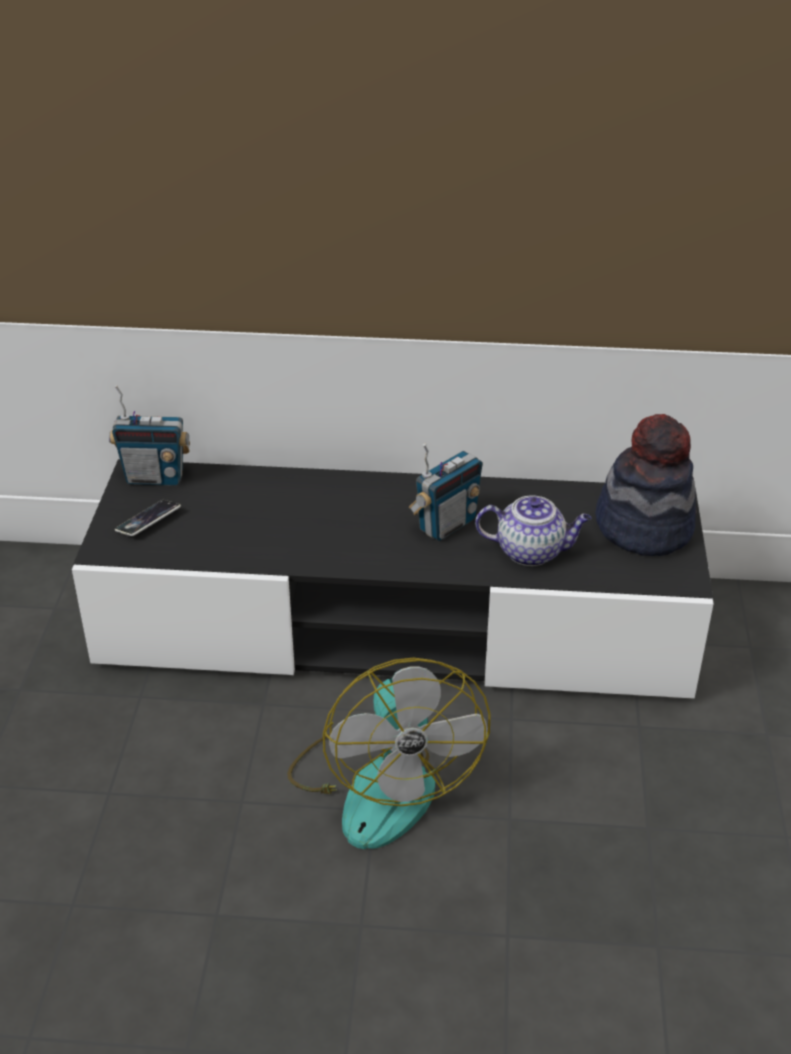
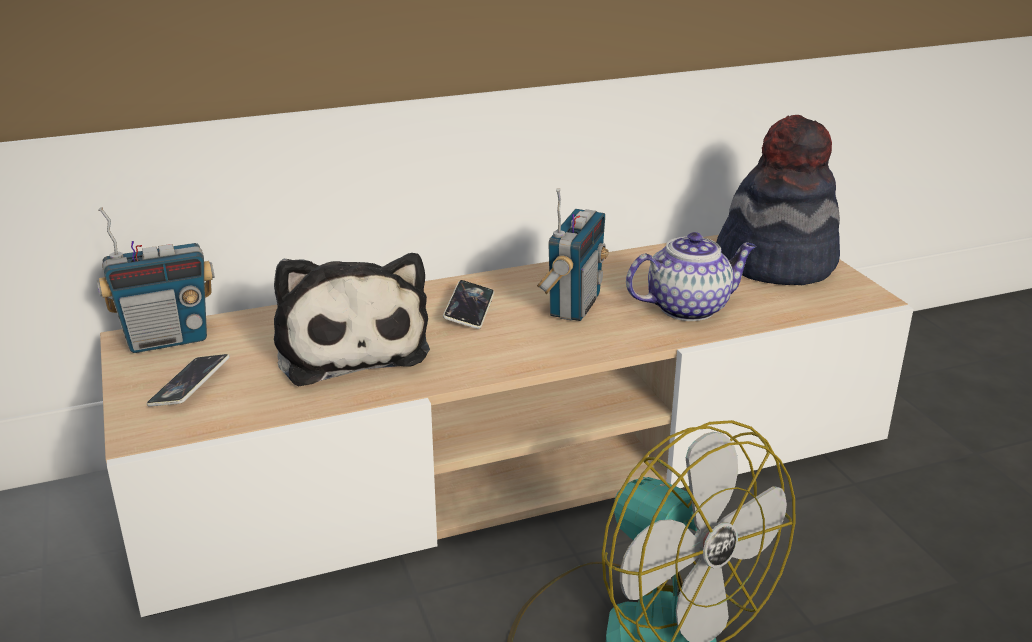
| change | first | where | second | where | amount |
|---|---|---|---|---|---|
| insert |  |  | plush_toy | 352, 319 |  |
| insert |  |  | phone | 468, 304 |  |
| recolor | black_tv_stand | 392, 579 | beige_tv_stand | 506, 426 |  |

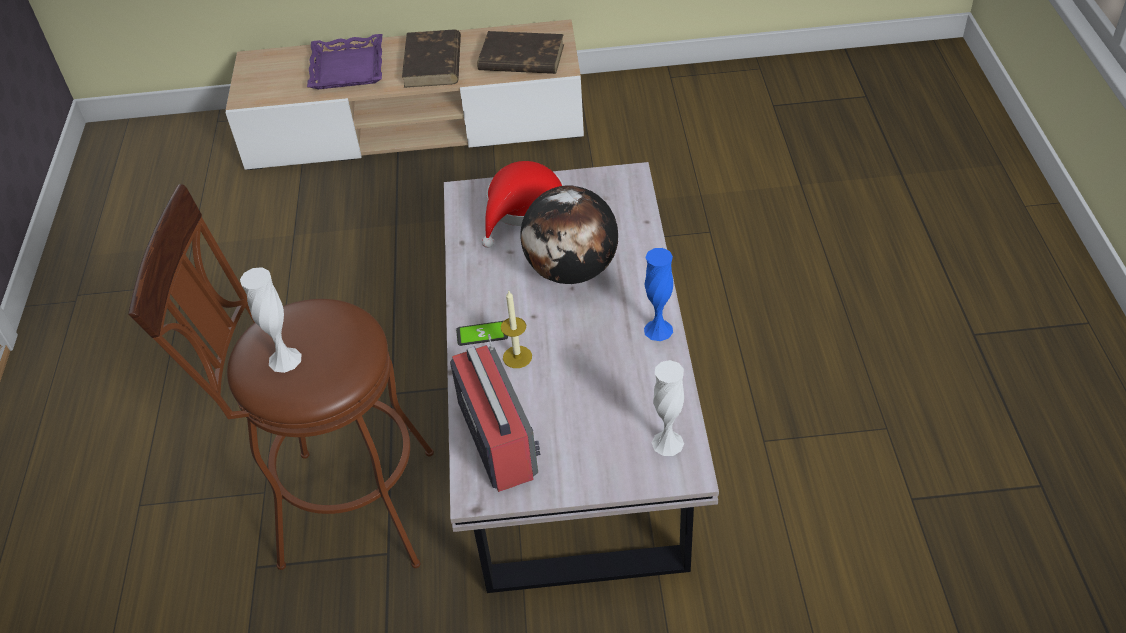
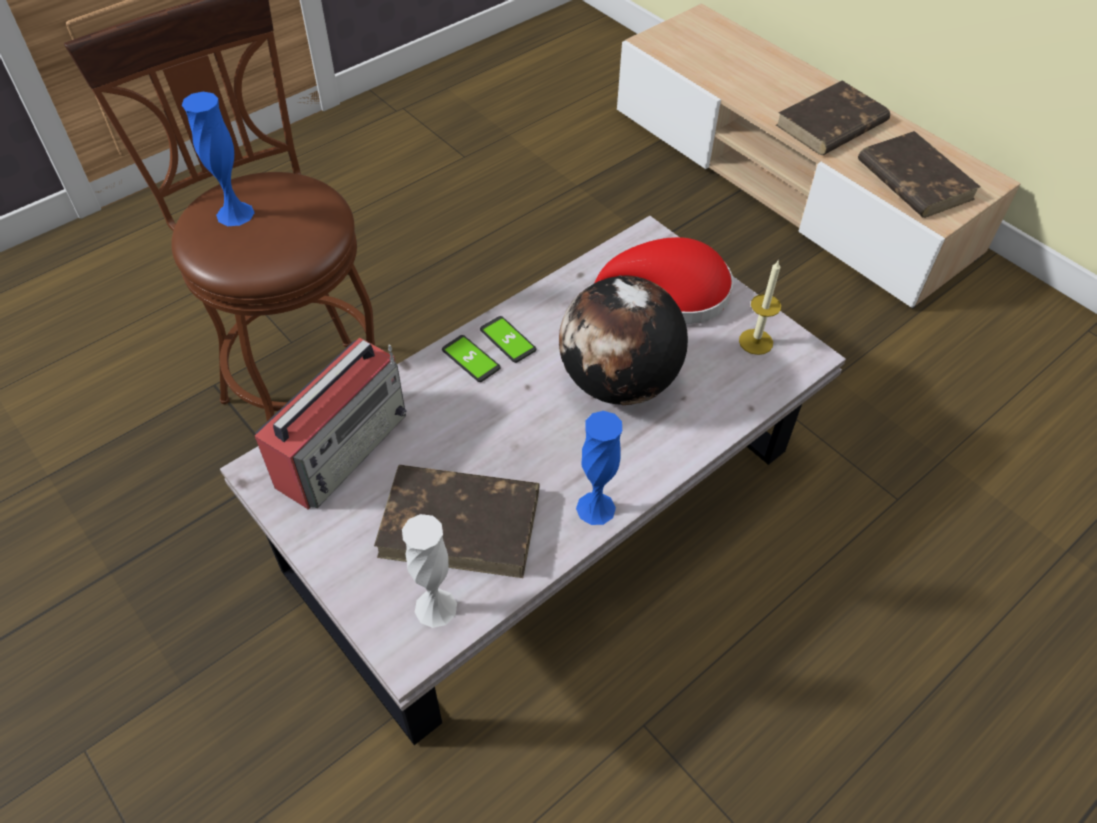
| change | first | where | second | where | amount |
|---|---|---|---|---|---|
| delete | purple_tray | 344, 61 |  |  |  |
| insert |  |  | brown_book | 456, 521 |  |
| insert |  |  | phone | 508, 339 |  |
| move | candle | 516, 329 |  | 760, 308 |  |
| recolor | white_vase | 270, 320 | blue_vase | 218, 159 |  |

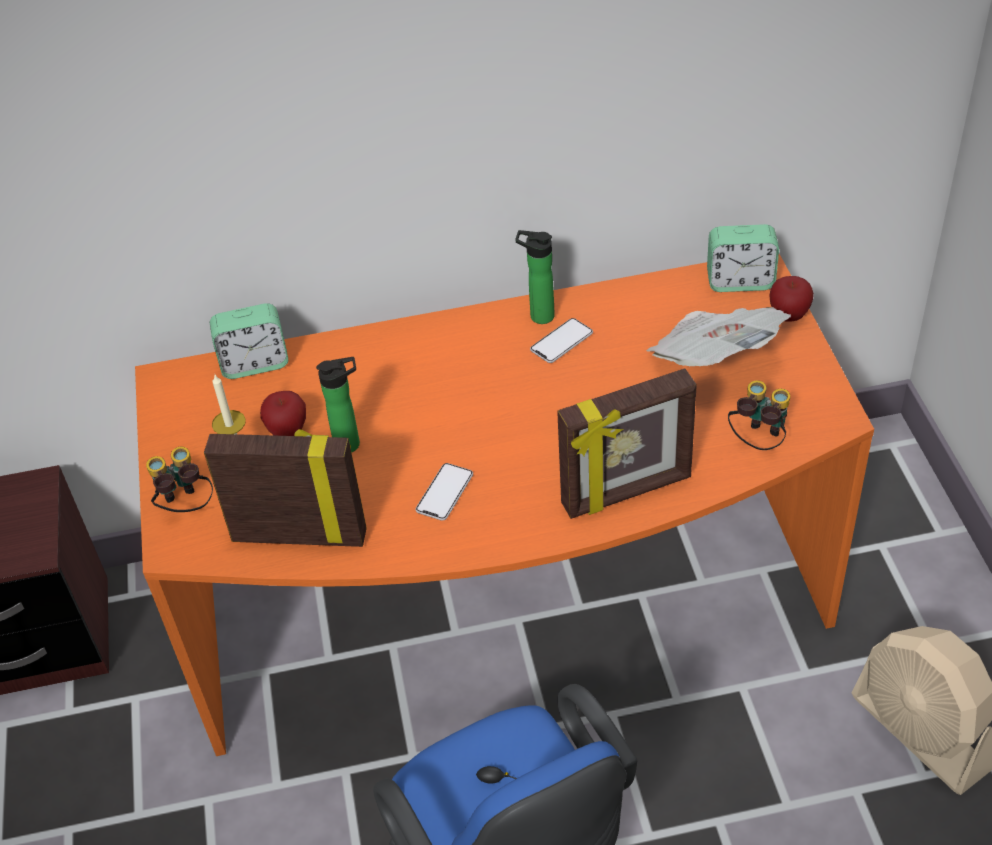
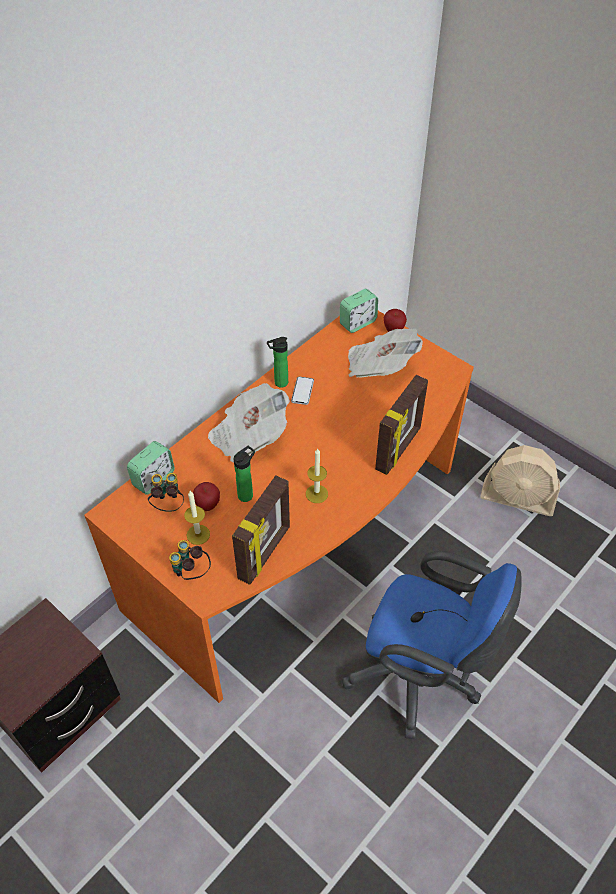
| change | first | where | second | where | amount |
|---|---|---|---|---|---|
| insert |  |  | newspaper | 249, 423 |  |
| move | binoculars | 759, 415 |  | 166, 492 |  |
| replace | phone | 444, 492 | candle | 317, 475 |  |
| rotate | picture_frame | 285, 488 |  | 261, 530 | 150 degrees clockwise |

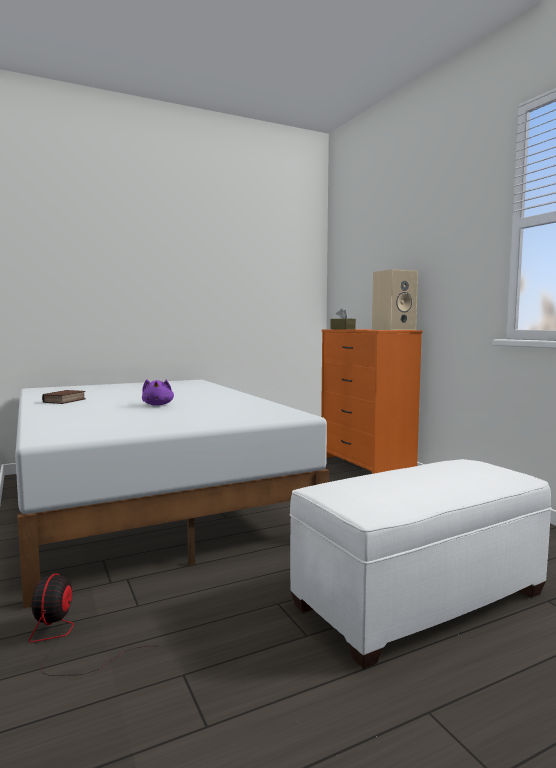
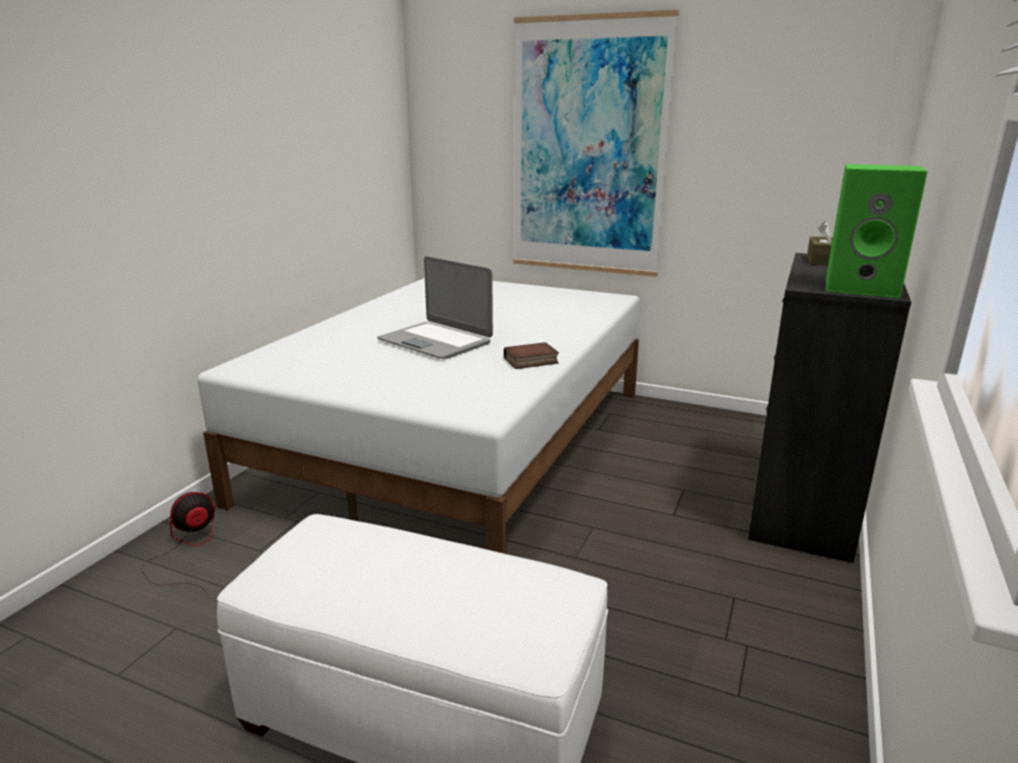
| change | first | where | second | where | amount |
|---|---|---|---|---|---|
| insert |  |  | picture | 596, 143 |  |
| move | book | 64, 397 |  | 531, 355 |  |
| replace | purple_plush_toy | 158, 392 | laptop | 435, 307 |  |
| recolor | orange_dresser | 372, 401 | black_dresser | 829, 408 |  |
| recolor | beige_speaker | 395, 299 | green_speaker | 877, 231 |  |

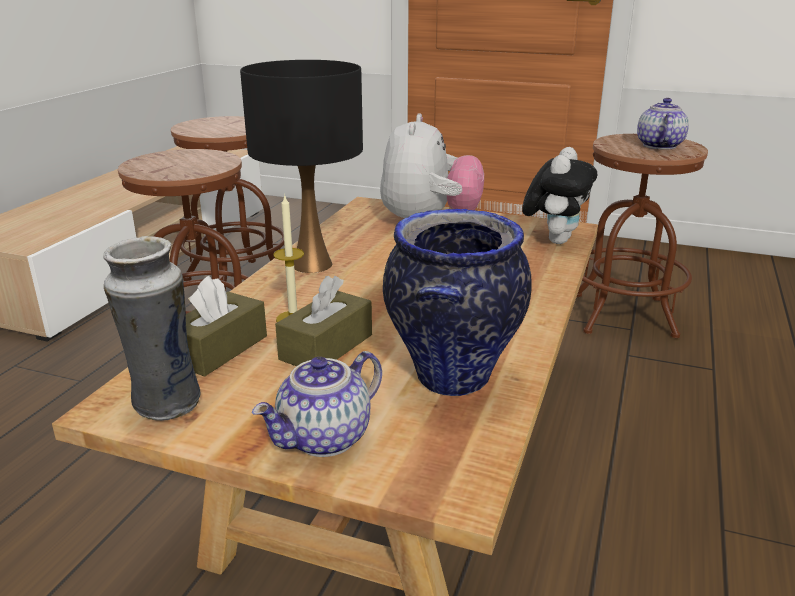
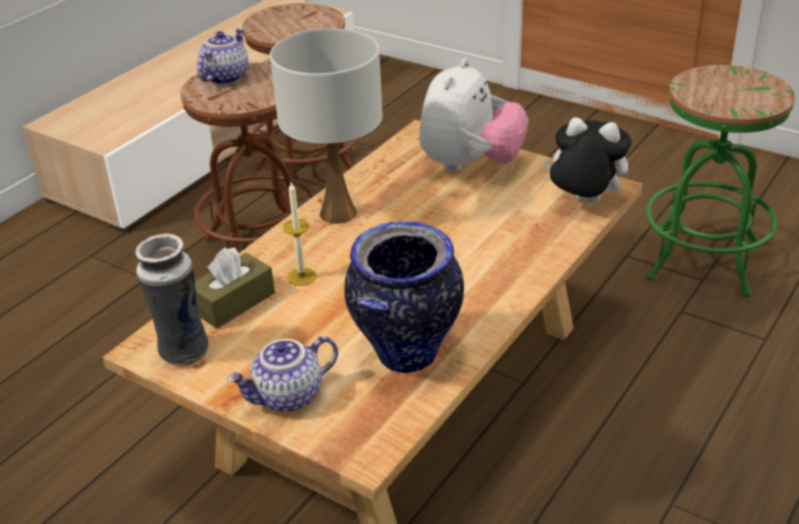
| change | first | where | second | where | amount |
|---|---|---|---|---|---|
| delete | brown_tissue_box | 323, 321 |  |  |  |
| move | teapot | 663, 124 |  | 222, 56 |  |
| recolor | black_table_lamp | 301, 166 | white_table_lamp | 326, 126 |  |
| recolor | brown_stool | 642, 236 | green_stool | 720, 181 |  |
| rotate | plush_toy | 559, 195 |  | 588, 160 | 105 degrees counterclockwise |

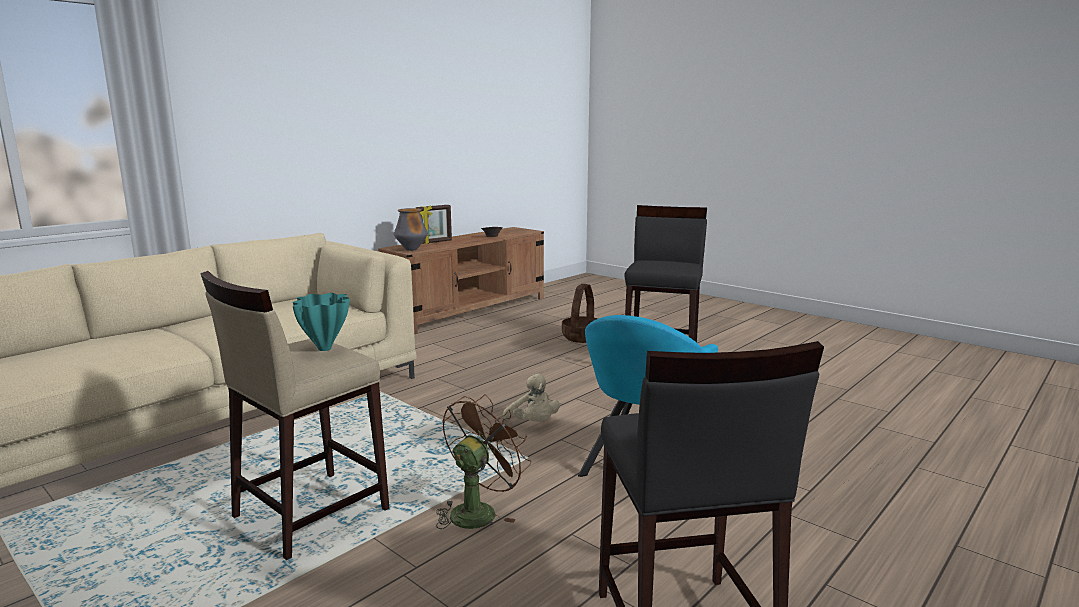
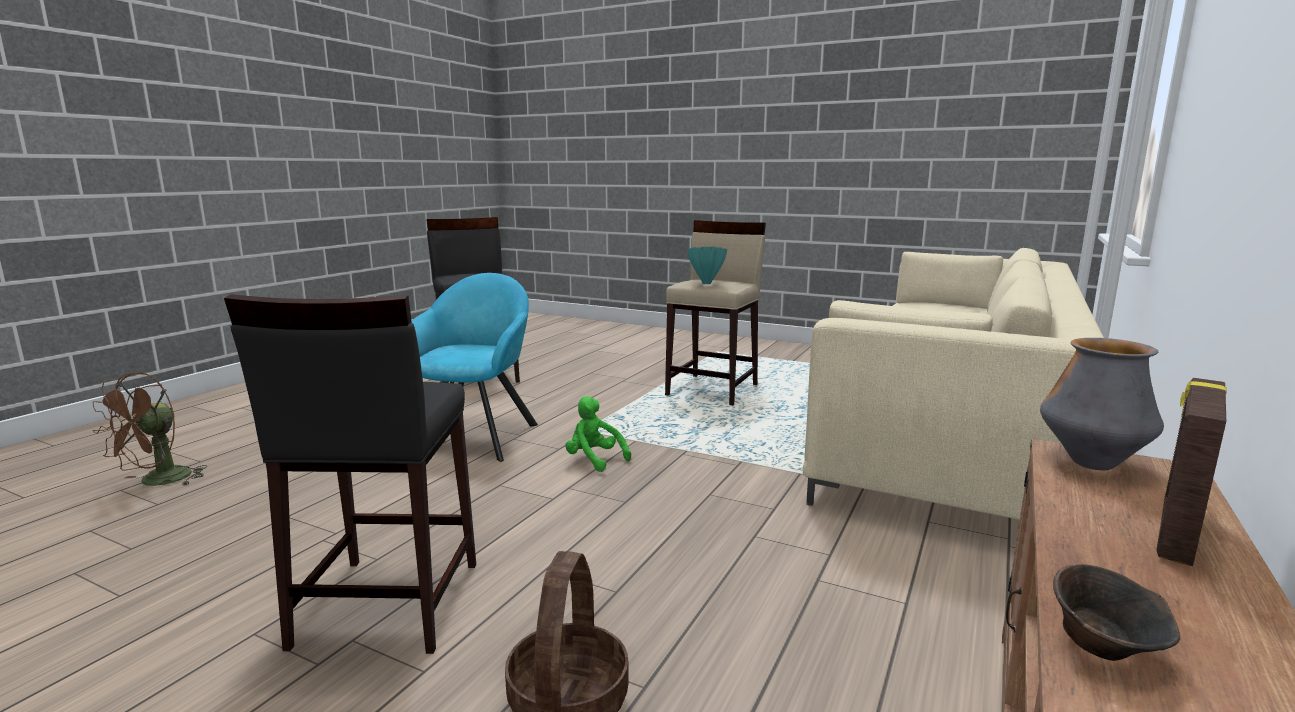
| change | first | where | second | where | amount |
|---|---|---|---|---|---|
| move | brown_fan | 483, 461 |  | 149, 429 |  |
| recolor | beige_plush_toy | 531, 398 | green_plush_toy | 598, 434 |  |

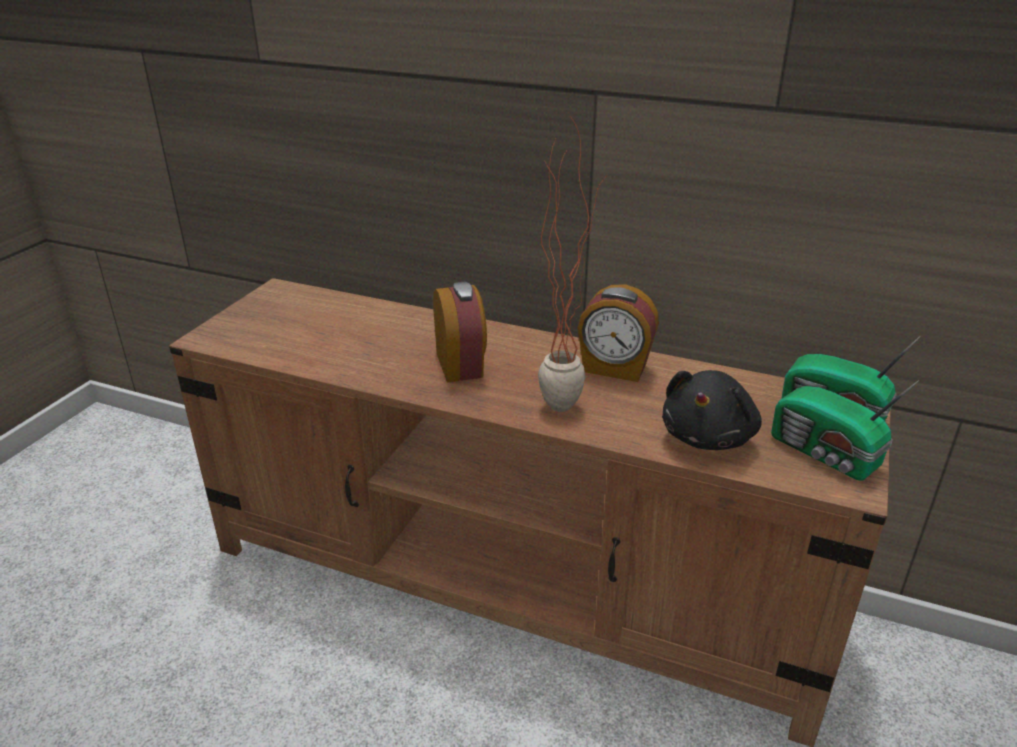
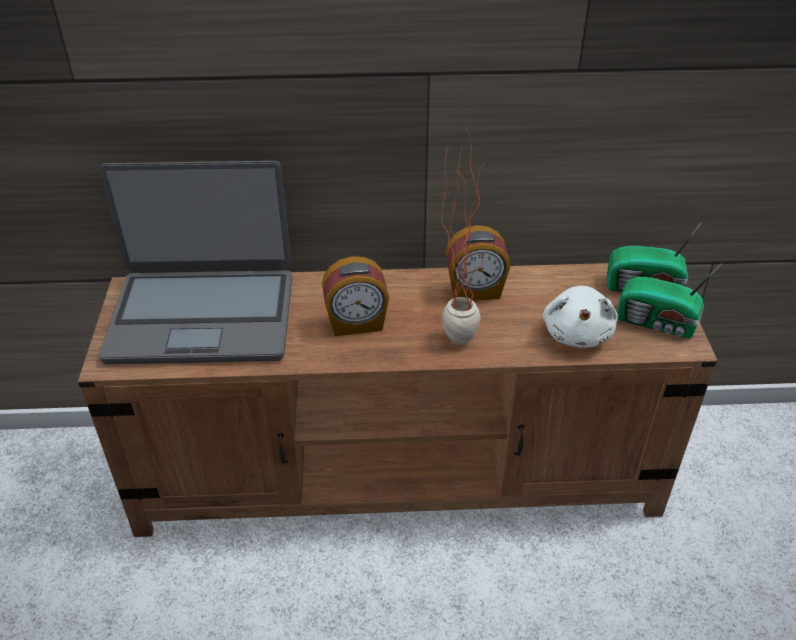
| change | first | where | second | where | amount |
|---|---|---|---|---|---|
| insert |  |  | laptop | 195, 262 |  |
| recolor | black_plush_toy | 712, 410 | white_plush_toy | 580, 317 |  |
| rotate | alarm_clock | 460, 332 |  | 355, 296 | 120 degrees clockwise |

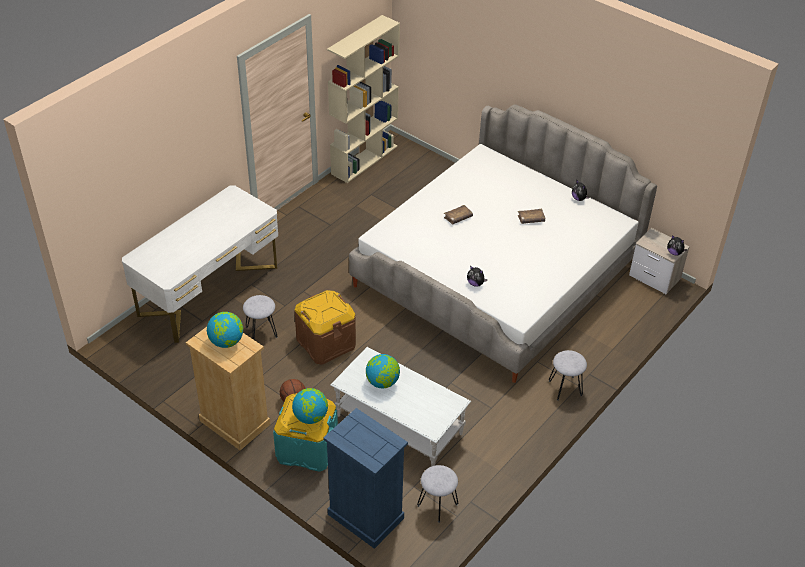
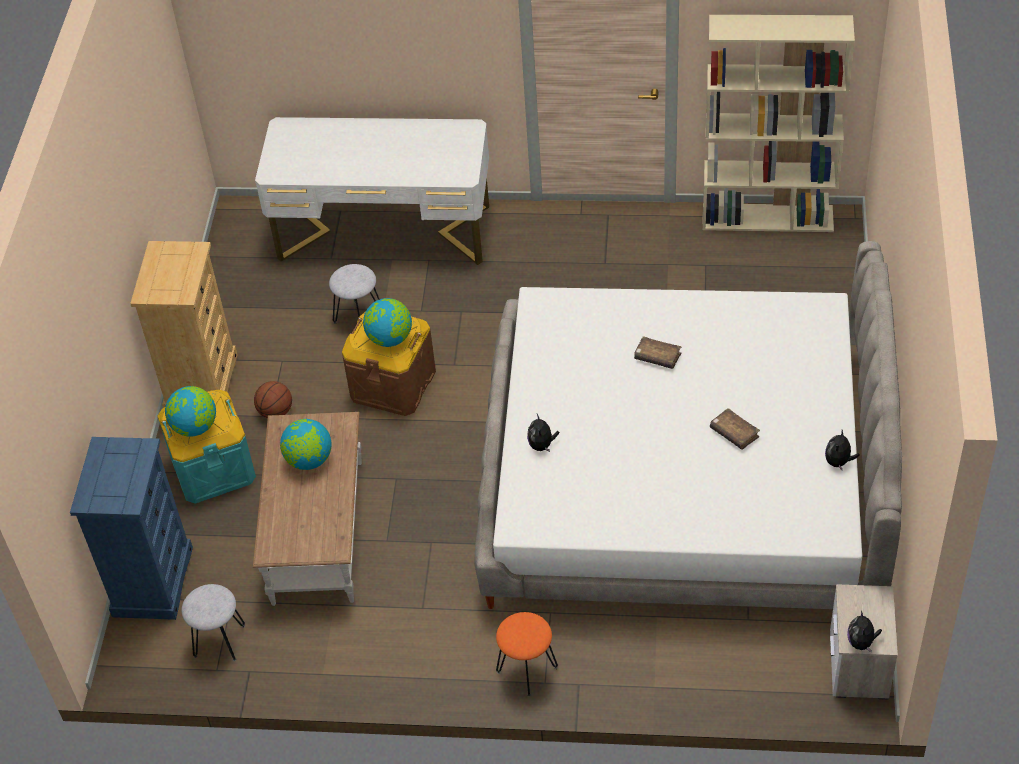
| change | first | where | second | where | amount |
|---|---|---|---|---|---|
| move | globe | 225, 330 |  | 387, 322 |  |
| recolor | white_coffee_table | 400, 407 | brown_coffee_table | 307, 509 |  |
| recolor | grey_stool | 568, 375 | orange_stool | 527, 654 |  |

